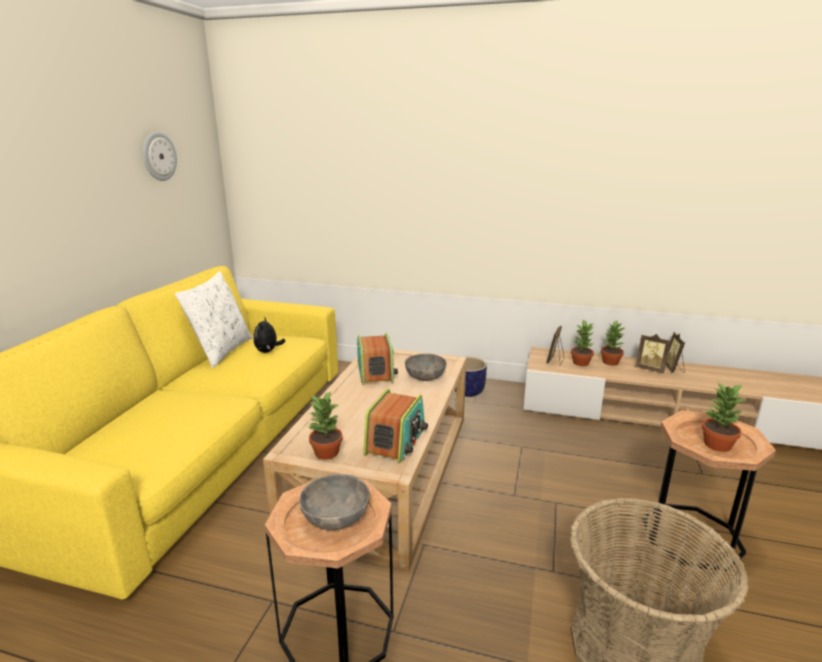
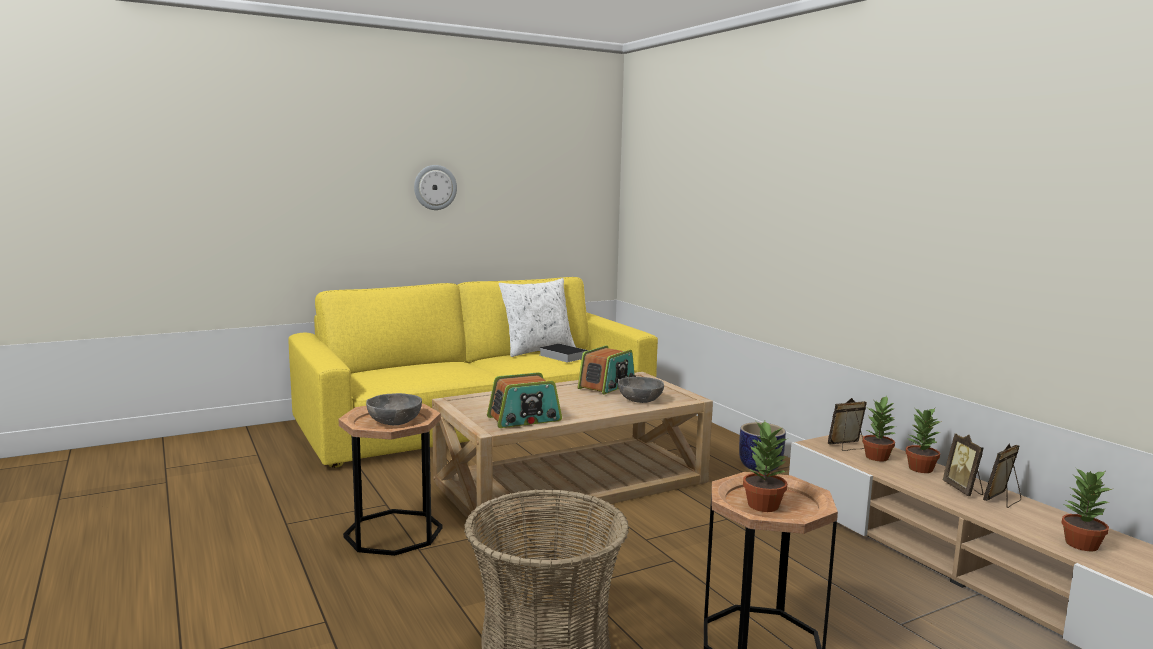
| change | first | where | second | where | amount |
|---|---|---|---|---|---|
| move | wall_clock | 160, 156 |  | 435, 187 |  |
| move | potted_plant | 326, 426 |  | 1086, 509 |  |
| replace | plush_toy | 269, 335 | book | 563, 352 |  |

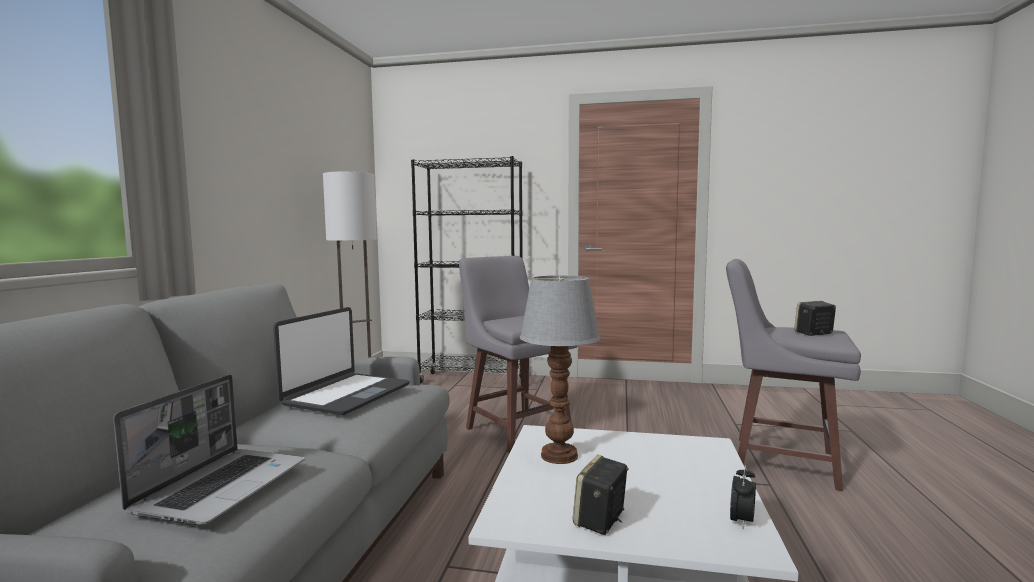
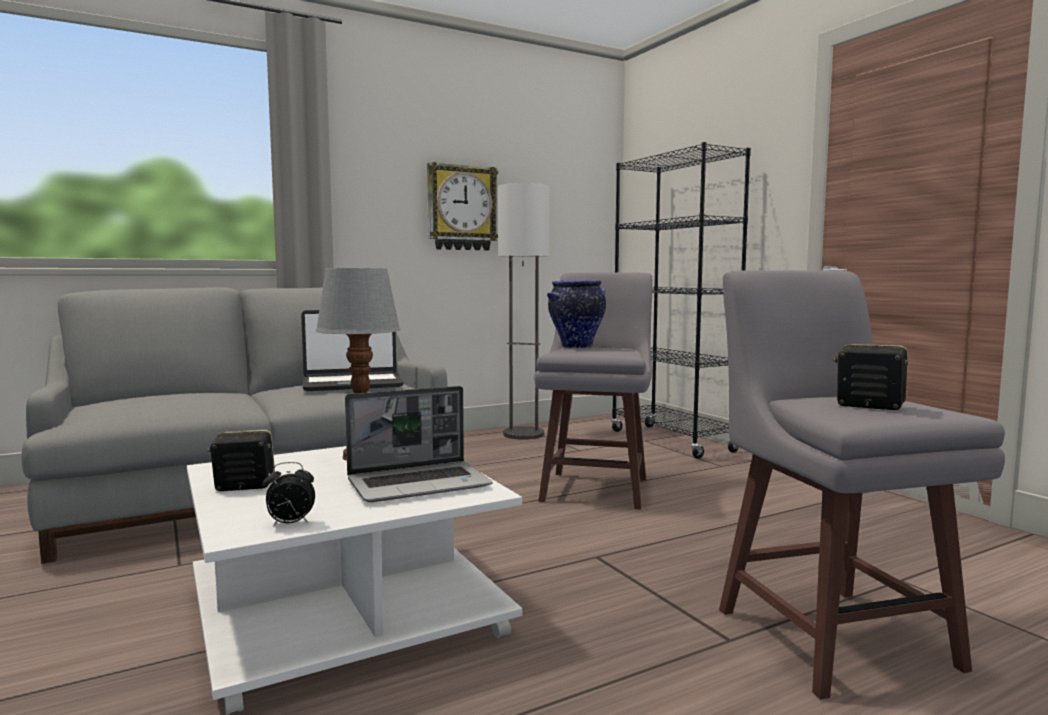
| change | first | where | second | where | amount |
|---|---|---|---|---|---|
| insert |  |  | wall_clock | 462, 206 |  |
| insert |  |  | vase | 576, 314 |  |
| move | laptop | 209, 449 |  | 419, 444 |  |

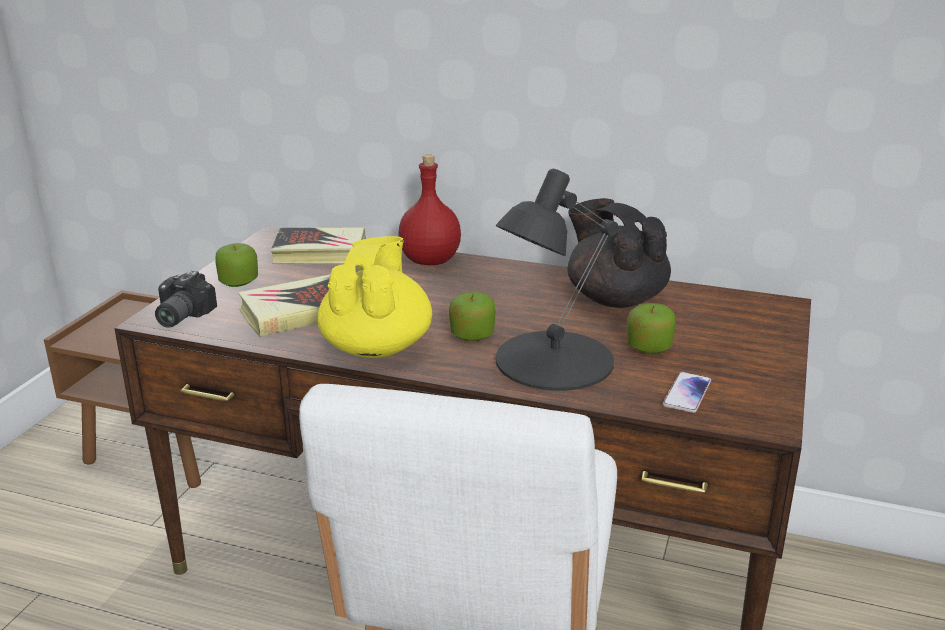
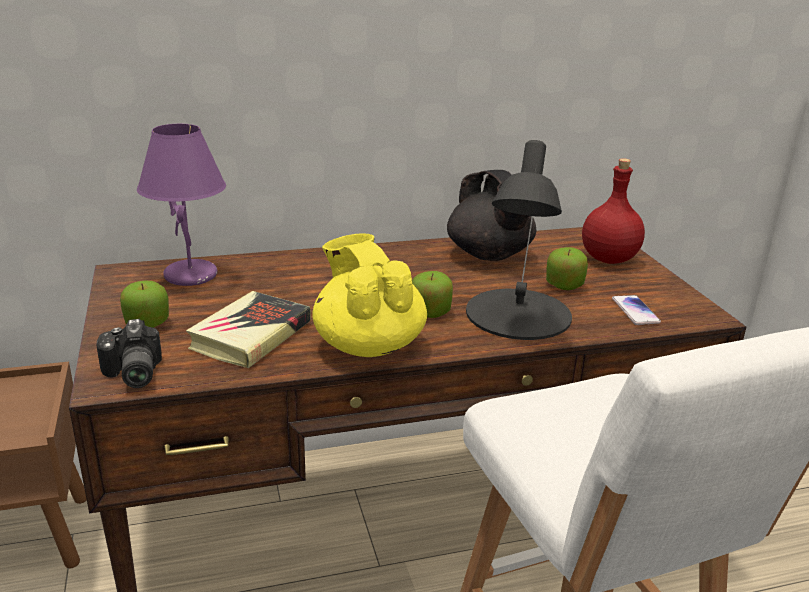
| change | first | where | second | where | amount |
|---|---|---|---|---|---|
| move | red_bottle | 429, 209 |  | 613, 211 |  |
| replace | book | 318, 246 | purple_table_lamp | 181, 205 |  |
| rotate | black_teapot | 619, 253 |  | 491, 215 | 135 degrees counterclockwise |

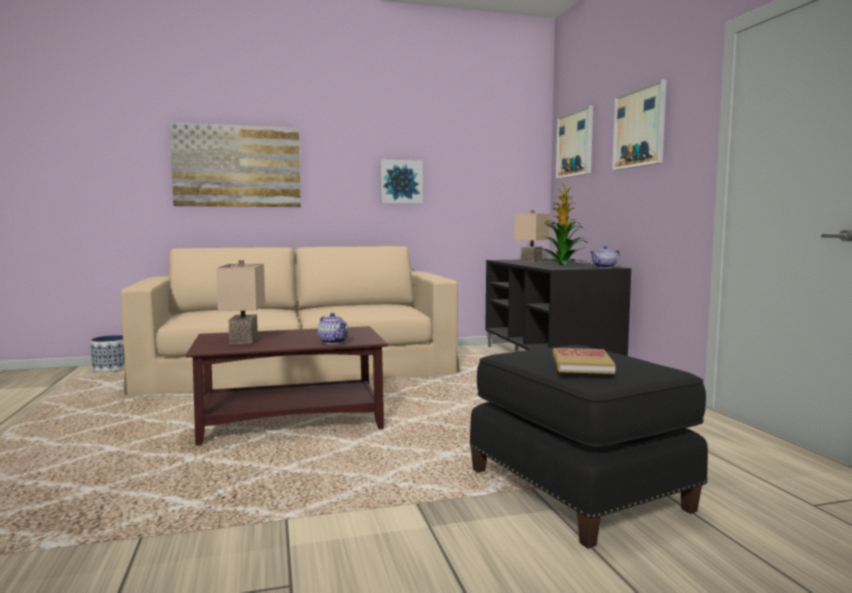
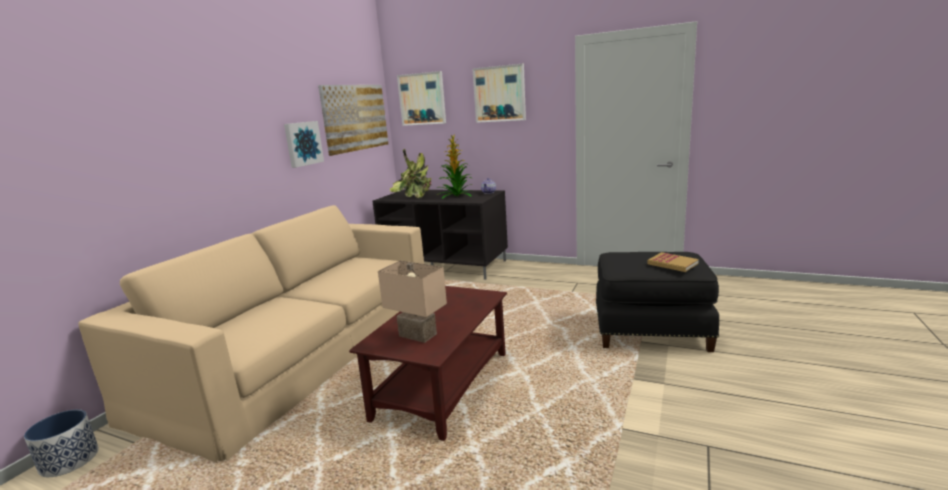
| change | first | where | second | where | amount |
|---|---|---|---|---|---|
| delete | teapot | 332, 328 |  |  |  |
| move | picture | 235, 164 |  | 353, 120 |  |
| replace | beige_table_lamp | 532, 236 | potted_plant | 411, 173 |  |

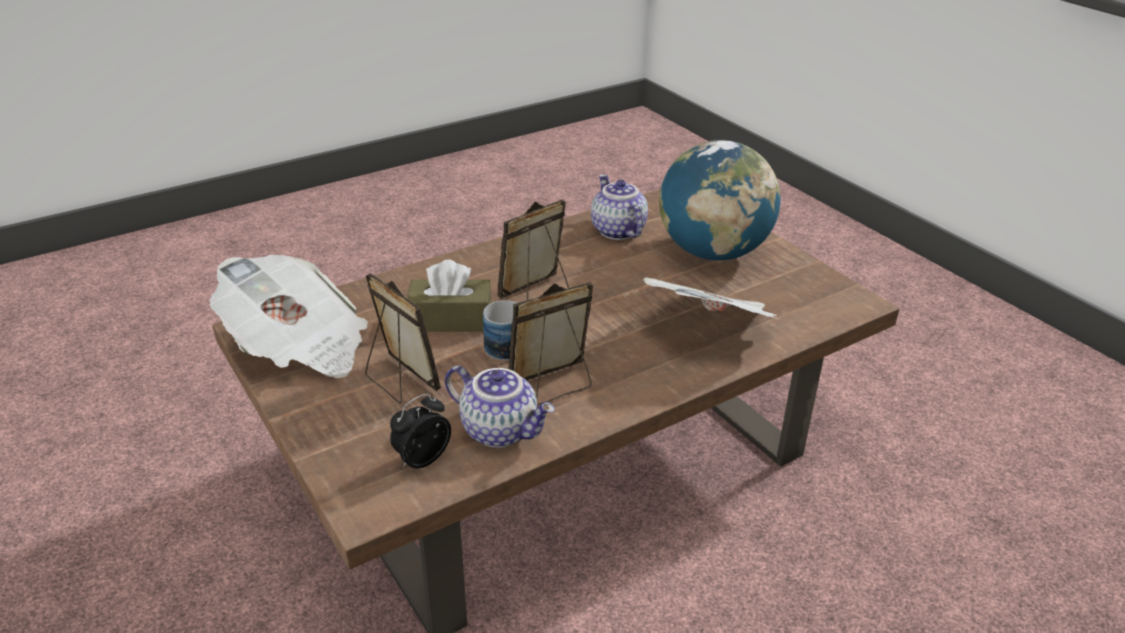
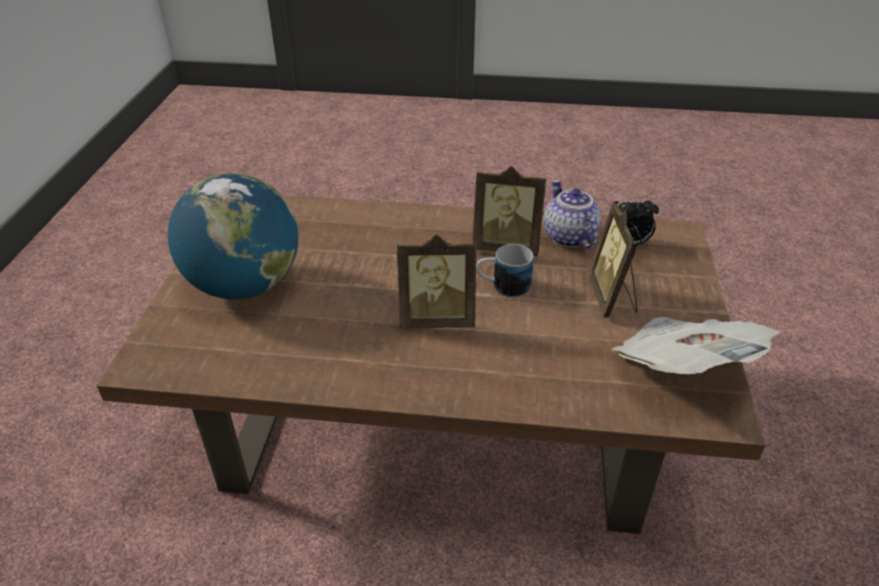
| change | first | where | second | where | amount |
|---|---|---|---|---|---|
| delete | brown_tissue_box | 449, 295 |  |  |  |
| delete | teapot | 619, 207 |  |  |  |
| delete | newspaper | 710, 298 |  |  |  |

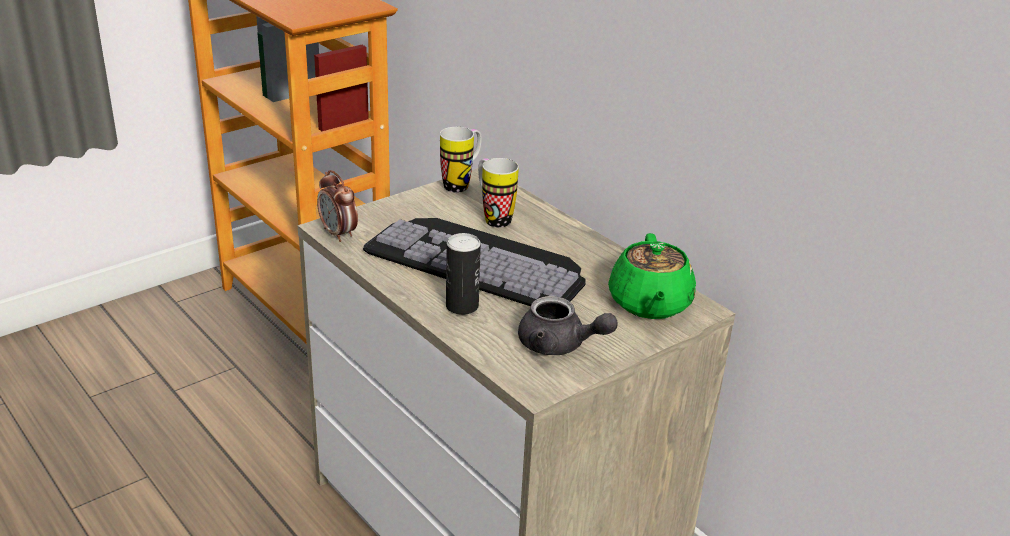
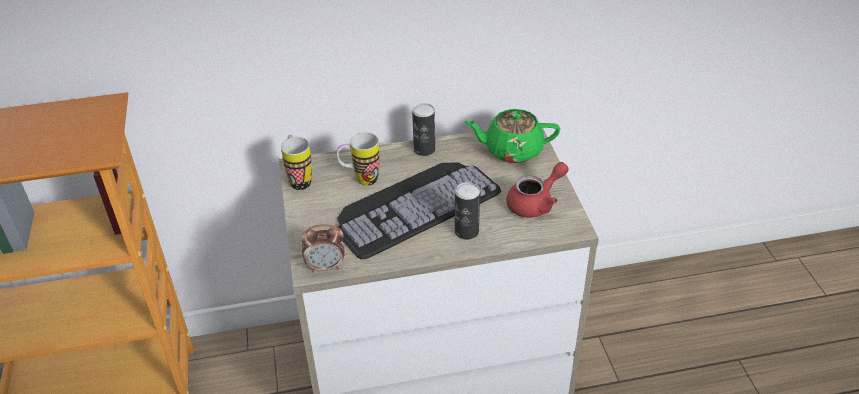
| change | first | where | second | where | amount |
|---|---|---|---|---|---|
| insert |  |  | can | 423, 129 |  |
| recolor | grey_teapot | 568, 325 | red_teapot | 537, 190 |  |
| rotate | green_teapot | 652, 276 |  | 512, 136 | 150 degrees clockwise |

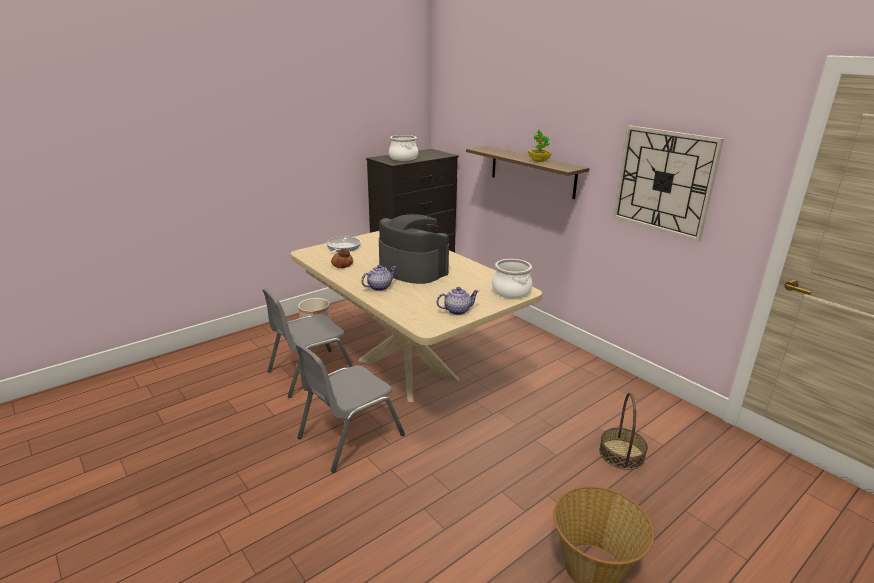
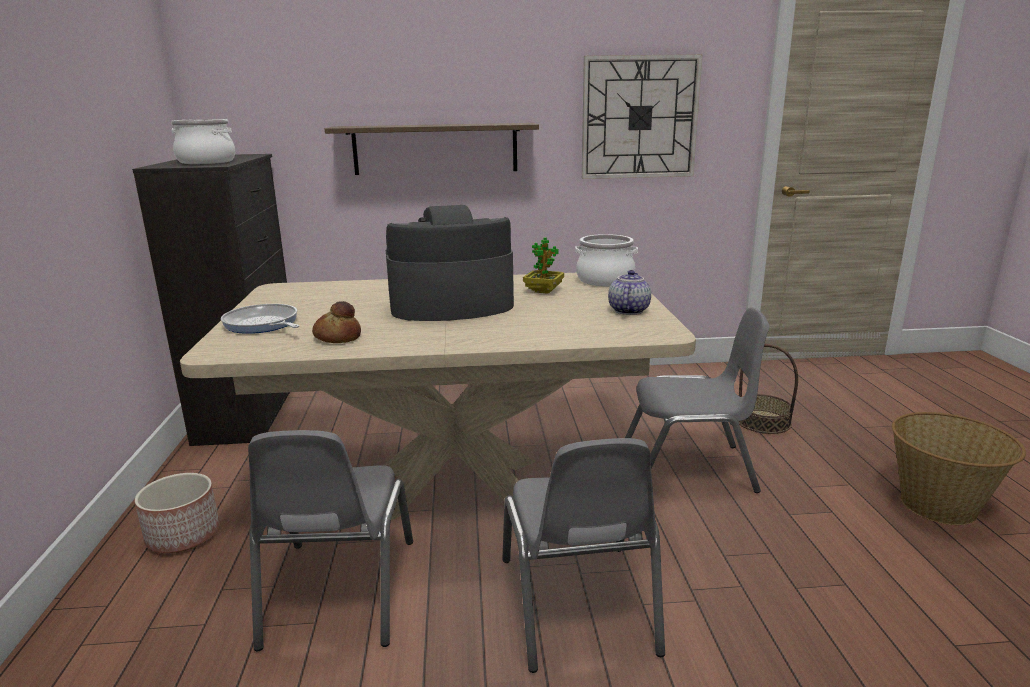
| change | first | where | second | where | amount |
|---|---|---|---|---|---|
| delete | teapot | 378, 278 |  |  |  |
| insert |  |  | grey_chair | 697, 400 |  |
| move | potted_plant | 540, 146 |  | 543, 265 |  |

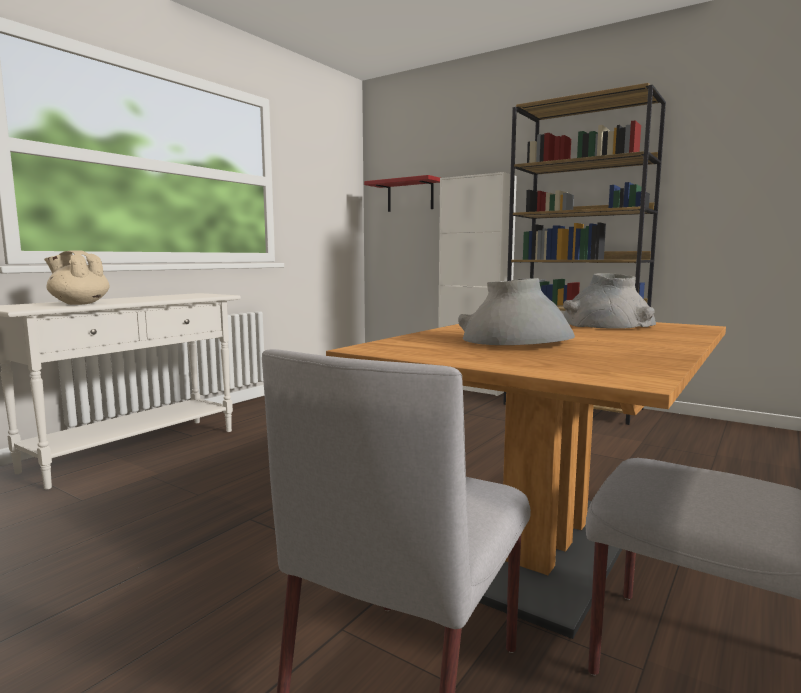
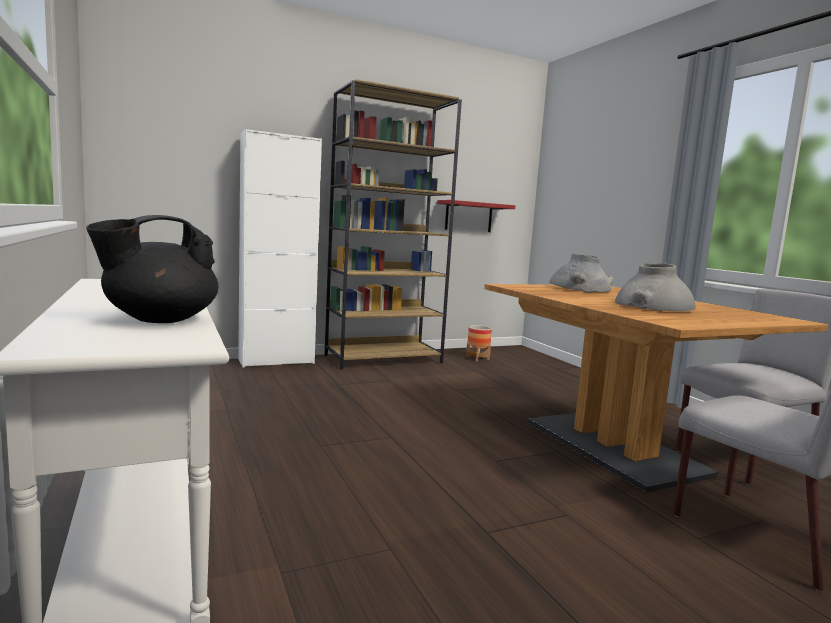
| change | first | where | second | where | amount |
|---|---|---|---|---|---|
| insert |  |  | planter | 479, 343 |  |
| move | red_shelf | 402, 193 |  | 476, 216 |  |
| recolor | beige_teapot | 77, 277 | black_teapot | 152, 269 |  |

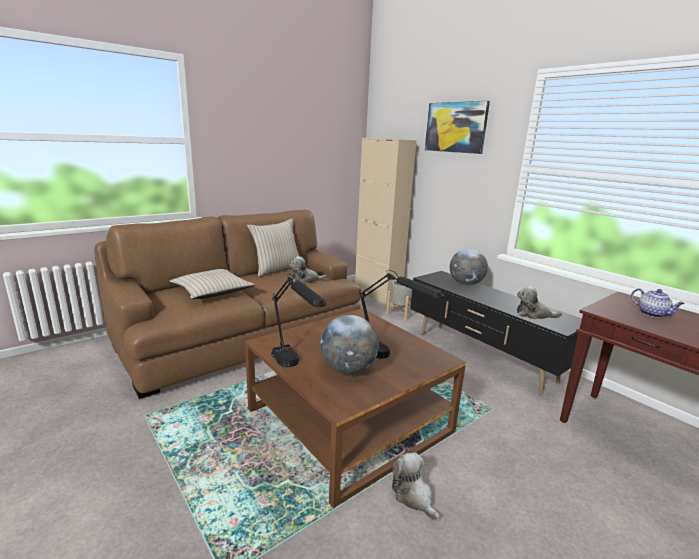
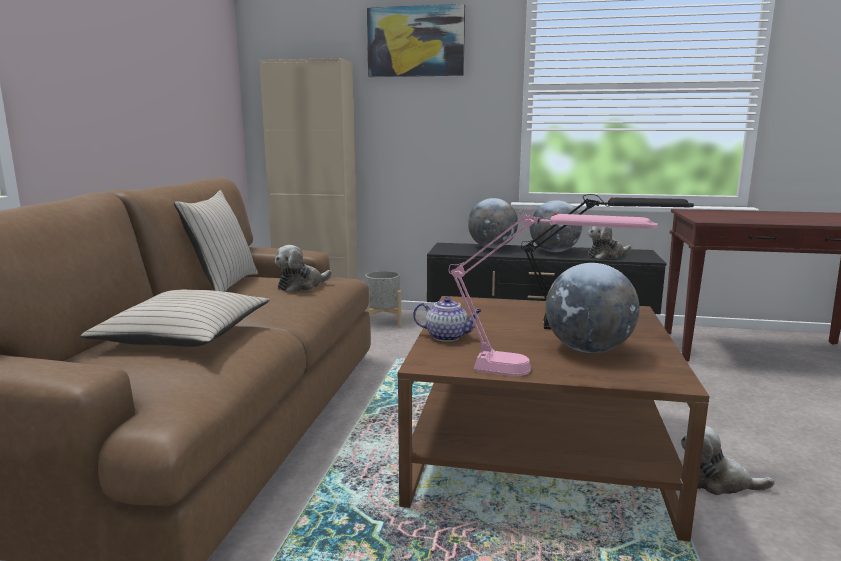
| change | first | where | second | where | amount |
|---|---|---|---|---|---|
| insert |  |  | globe | 556, 226 |  |
| move | teapot | 658, 303 |  | 447, 319 |  |
| recolor | black_table_lamp | 298, 320 | pink_table_lamp | 553, 292 |  |

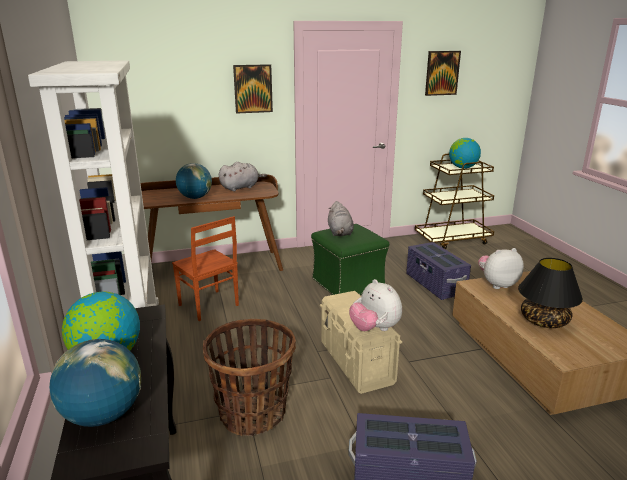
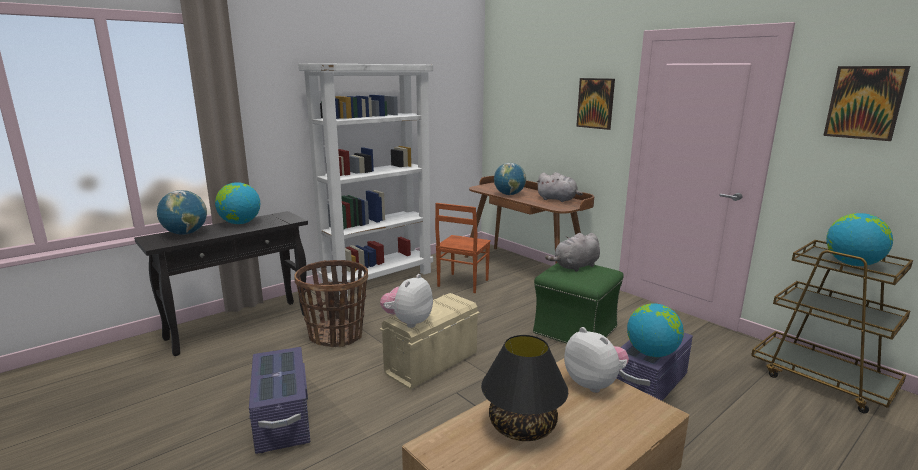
| change | first | where | second | where | amount |
|---|---|---|---|---|---|
| insert |  |  | globe | 655, 330 |  |

